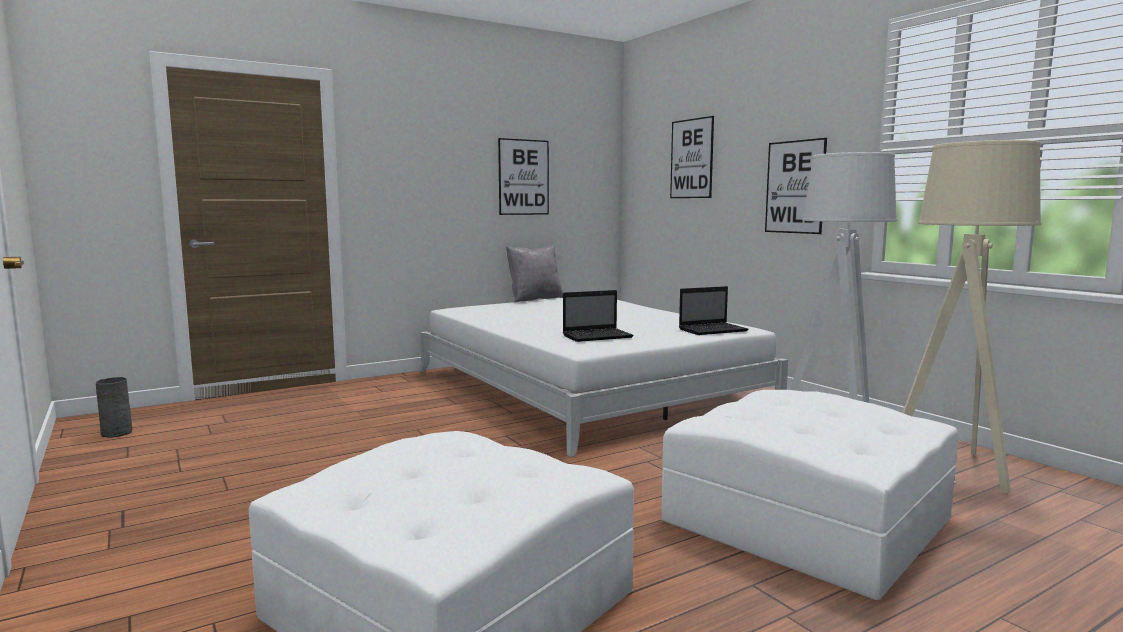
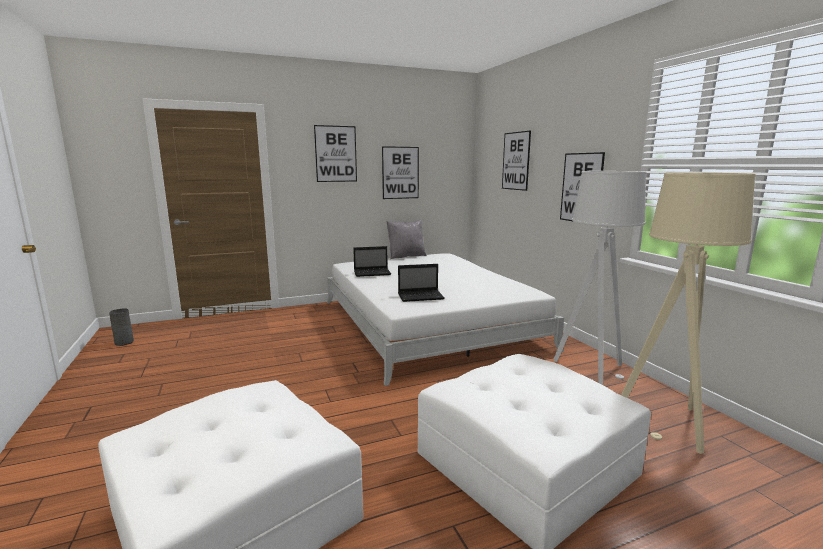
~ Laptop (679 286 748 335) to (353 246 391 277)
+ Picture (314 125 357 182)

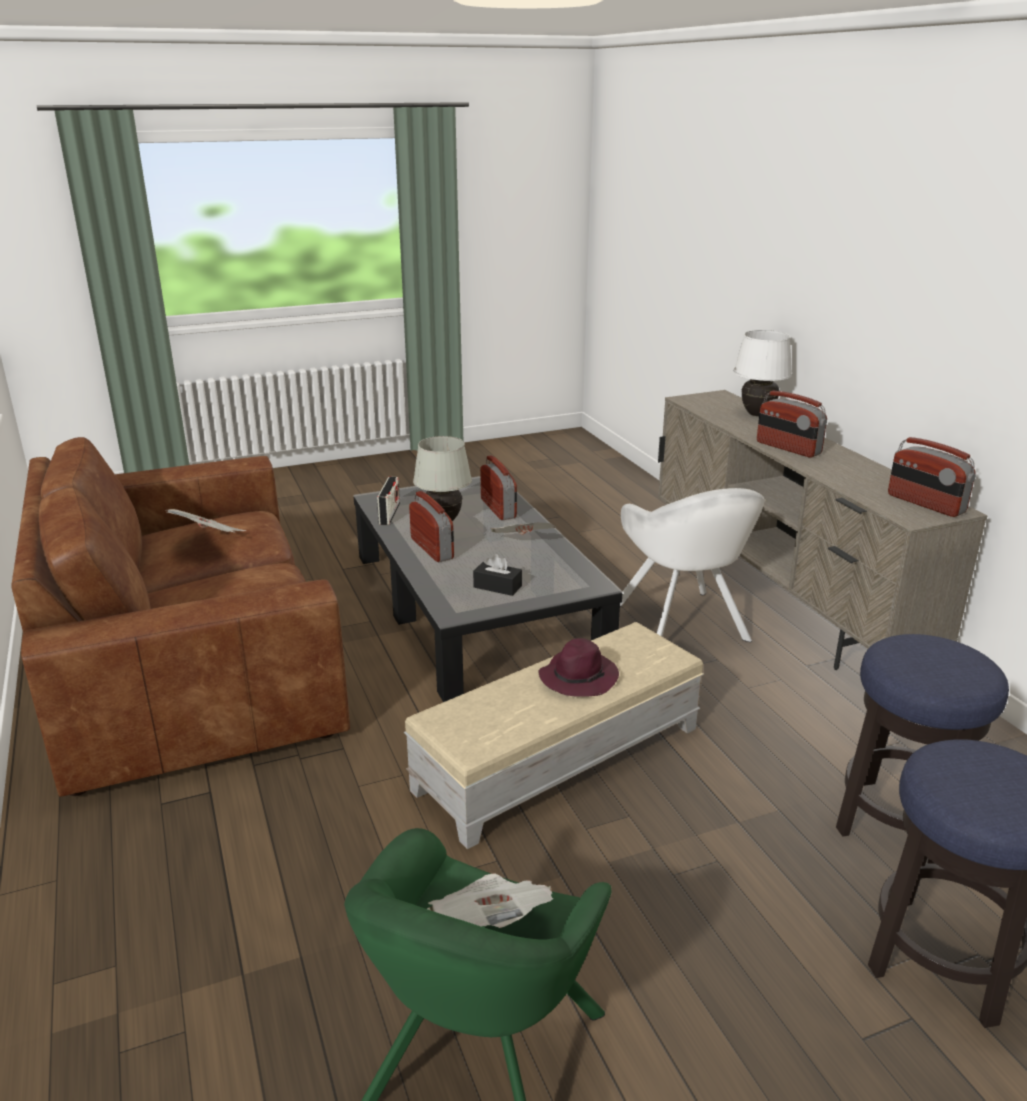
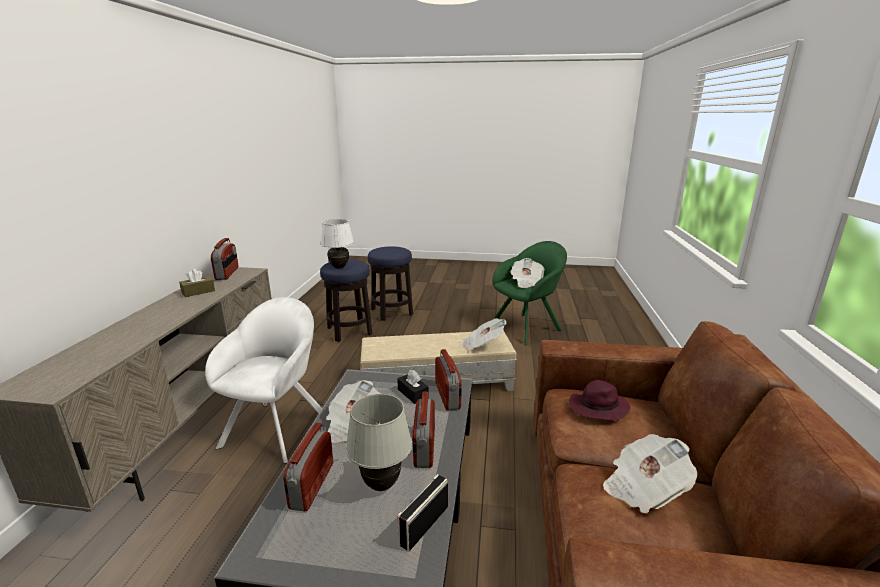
~ PurpleHat (539 638 619 697) to (569 380 630 421)
~ WhiteTableLamp (733 330 792 416) to (320 219 354 268)
~ Radio (757 391 827 458) to (435 349 462 411)
+ BrownTissueBox (179 269 215 297)
+ Newspaper (460 318 507 350)

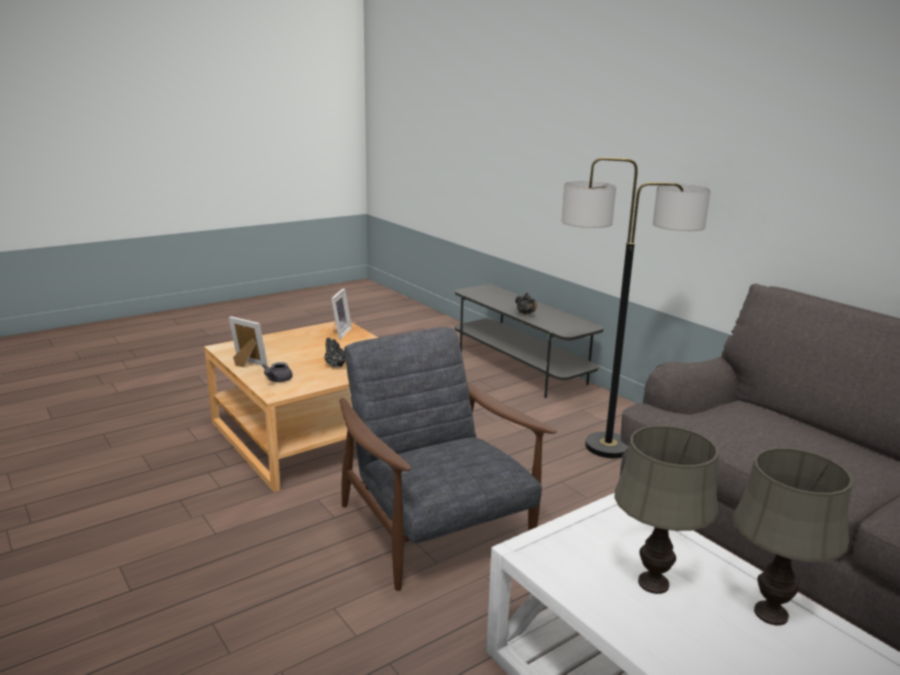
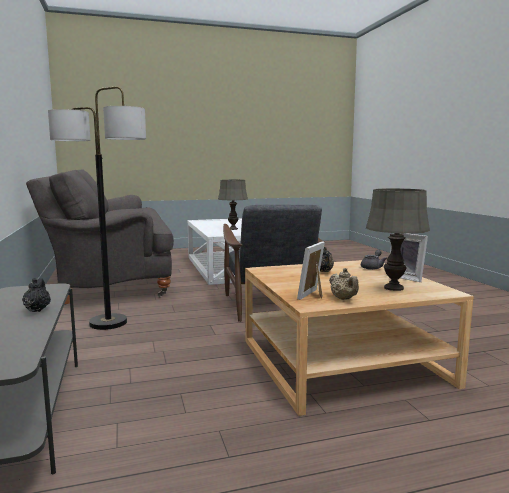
~ GreyTableLamp (733 448 853 625) to (366 189 430 291)
+ BeigeTeapot (329 268 359 300)

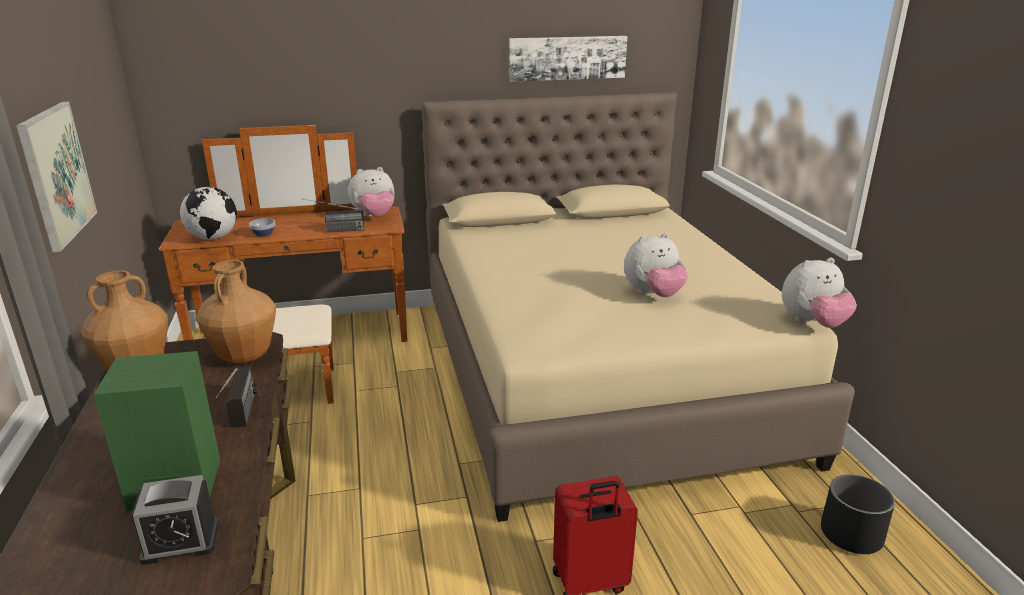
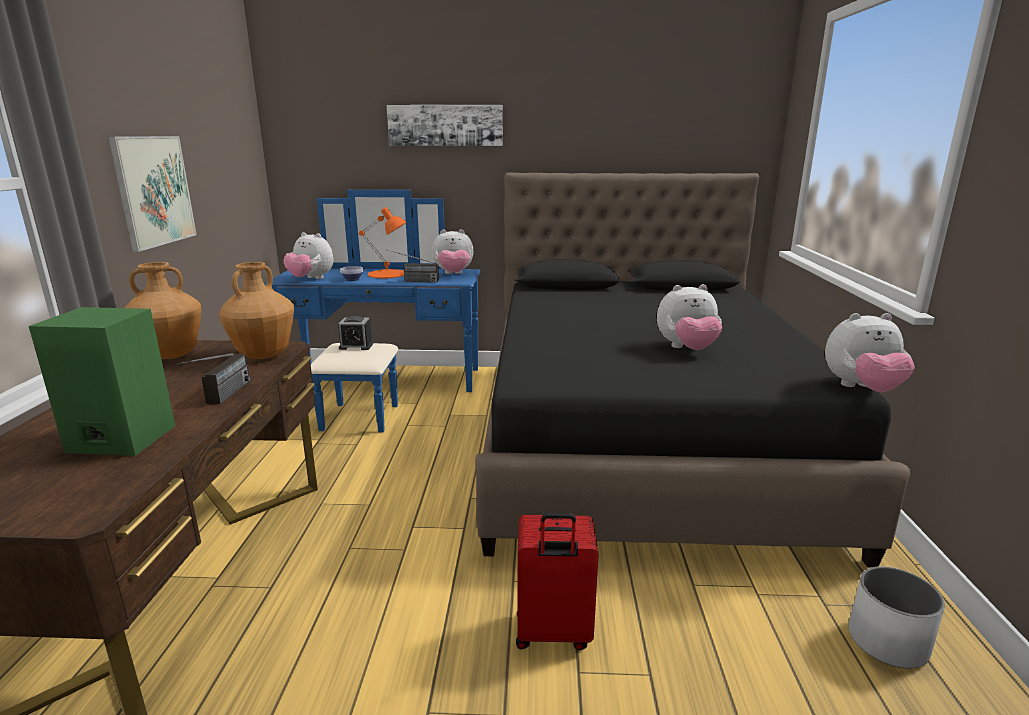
~ AlarmClock (131 475 219 565) to (338 316 374 350)
~ BrownDresser (159 125 407 404) to BlueDresser (265 190 480 432)
~ Globe (180 187 237 240) to PlushToy (283 232 334 279)
~ BeigeBed (421 92 855 522) to BlackBed (475 173 910 567)
~ Picture (509 36 628 82) to (387 105 503 146)
~ BlackPlanter (821 474 895 554) to WhitePlanter (849 566 945 669)
+ OrangeTableLamp (359 207 406 279)

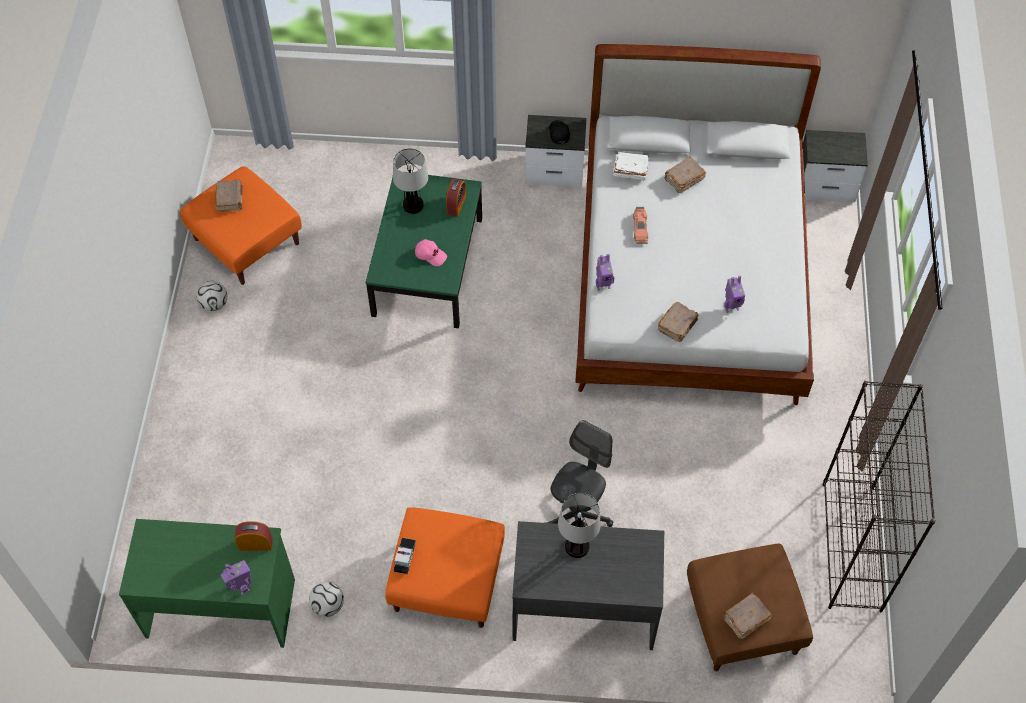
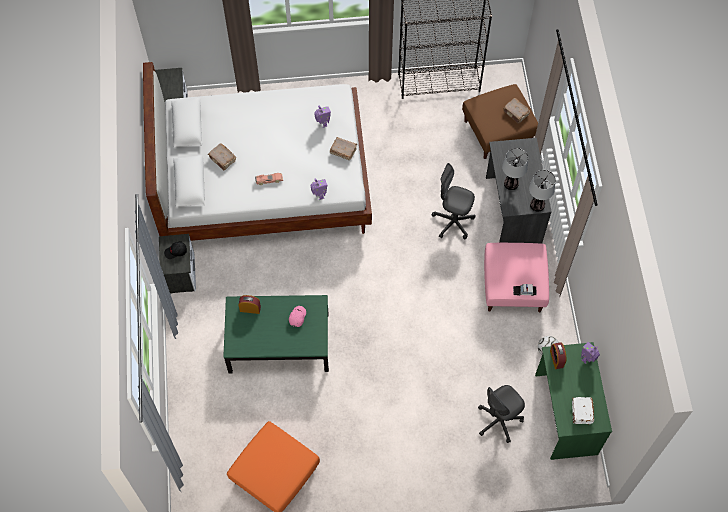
- Football (196 281 227 311)
- BrownBook (215 179 243 212)
~ OrangeOttoman (385 507 505 628) to PinkOttoman (484 243 549 313)
~ TableLamp (393 148 428 214) to (529 170 556 212)
~ WhiteBook (613 152 649 181) to (572 397 594 425)
+ GreyOfficeChair (478 385 525 443)

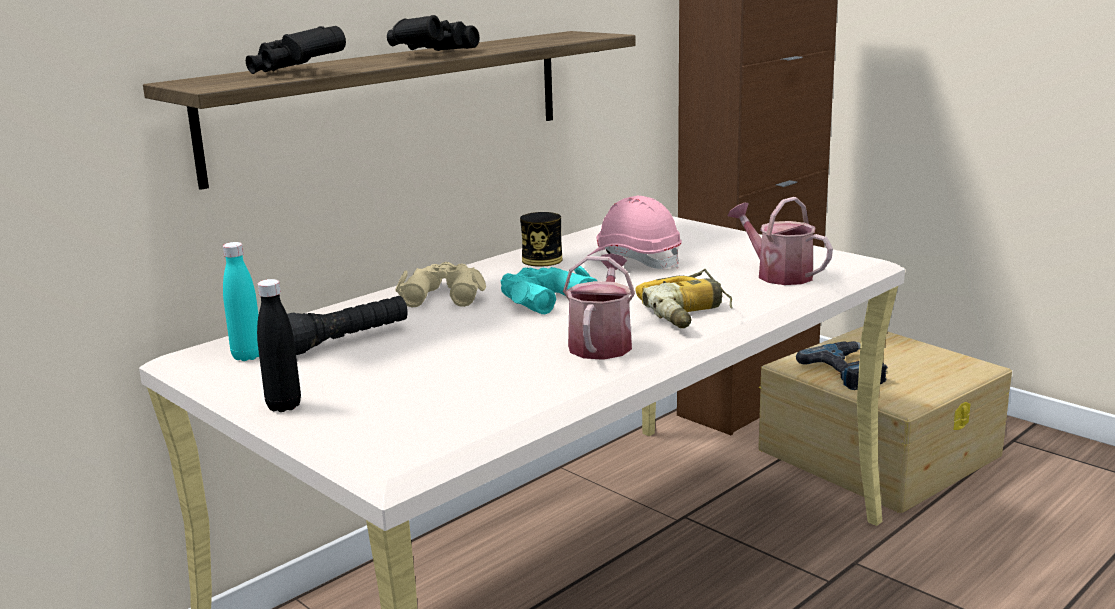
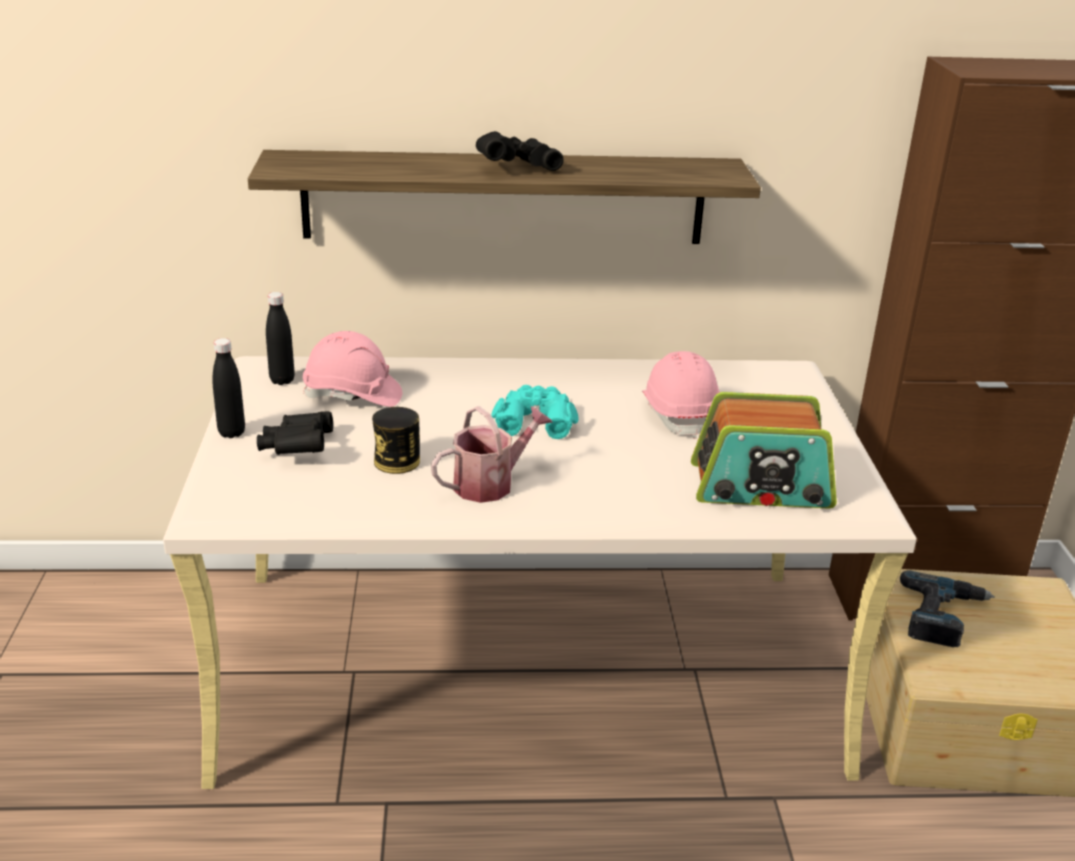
~ TurquoiseBottle (223 242 259 361) to BlackBottle (266 292 295 385)
~ BlackBinoculars (246 26 346 74) to (257 411 333 455)
~ BlackFlashlight (287 296 408 355) to PinkHardHat (303 331 402 407)
- BeigeBinoculars (395 262 486 307)
~ Can (520 212 563 267) to (372 407 420 474)
- PowerDrill (635 269 733 328)
~ WateringCan (727 197 833 285) to Radio (691 392 837 509)

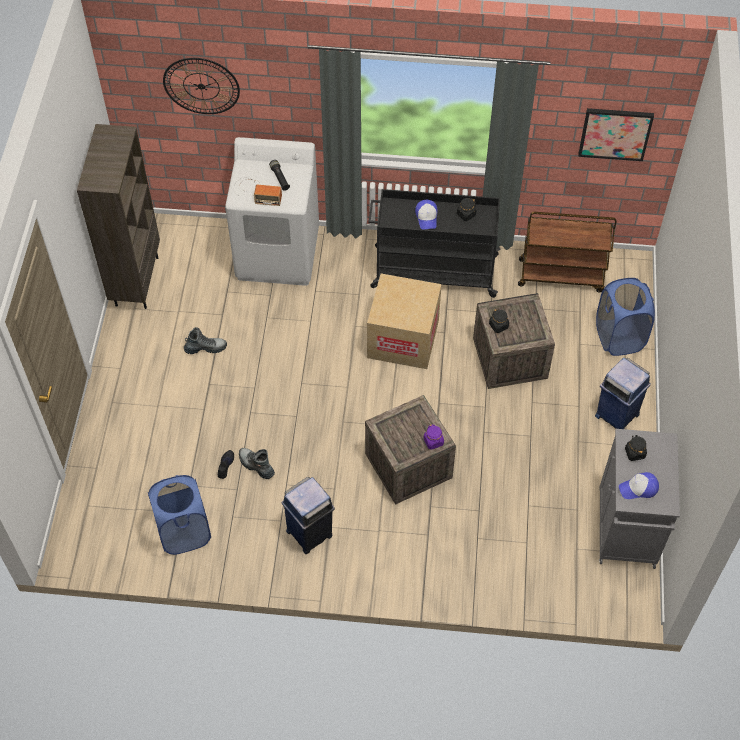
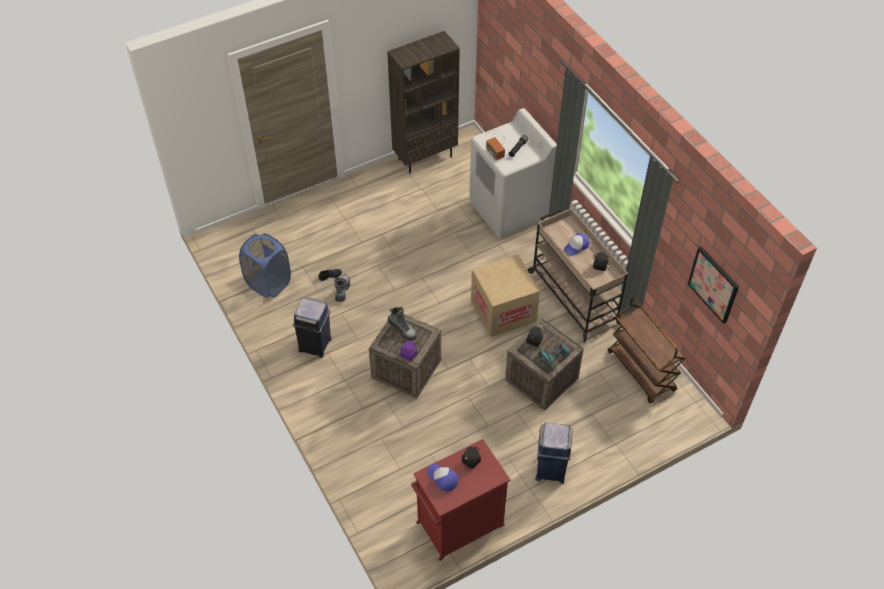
- WallClock (163 58 240 114)
~ Boot (184 327 227 354) to (388 307 417 340)
~ BlackCart (368 189 501 298) to BeigeCart (528 208 628 342)
- BlueLaundryBasket (596 278 655 356)
~ GreyCabinet (599 429 680 569) to RedCabinet (411 439 510 561)
+ PowerDrill (538 343 569 372)

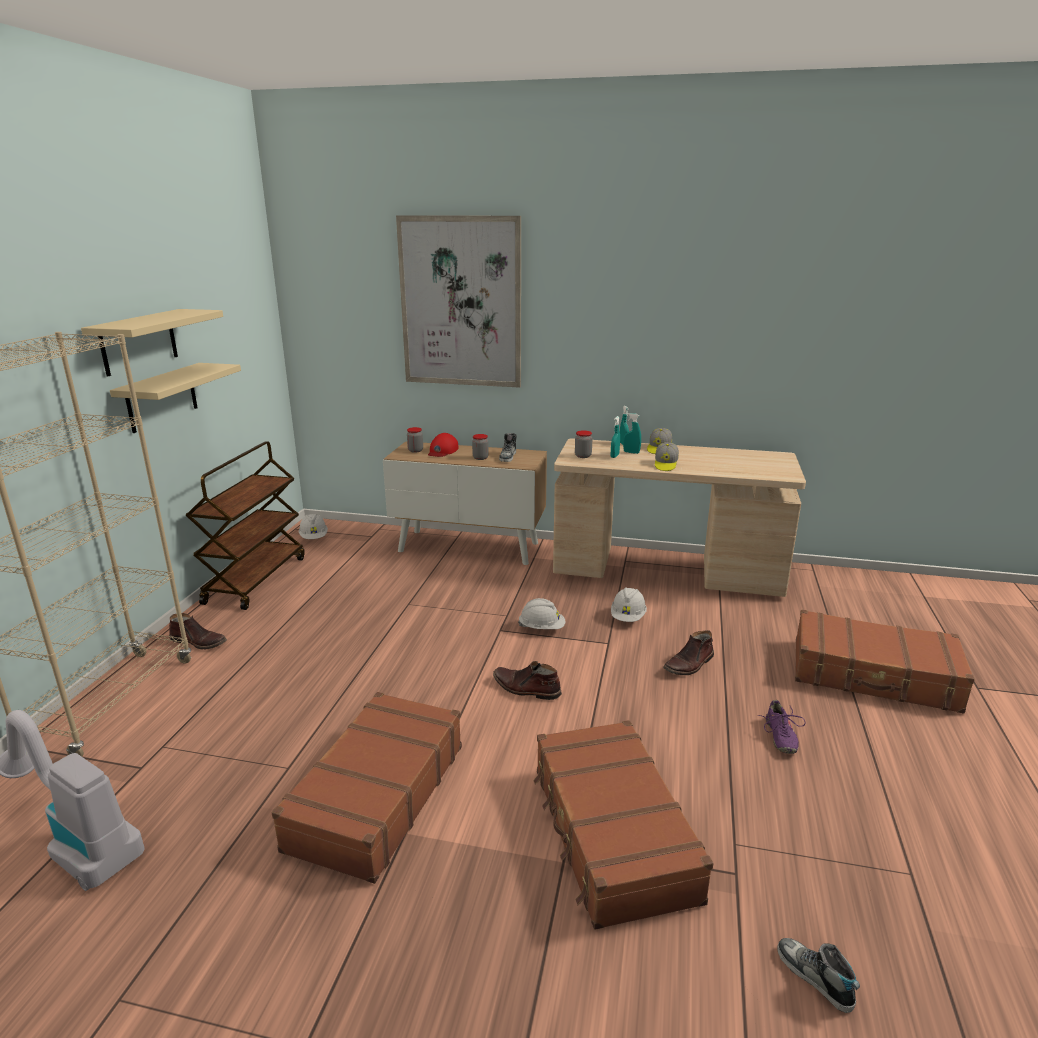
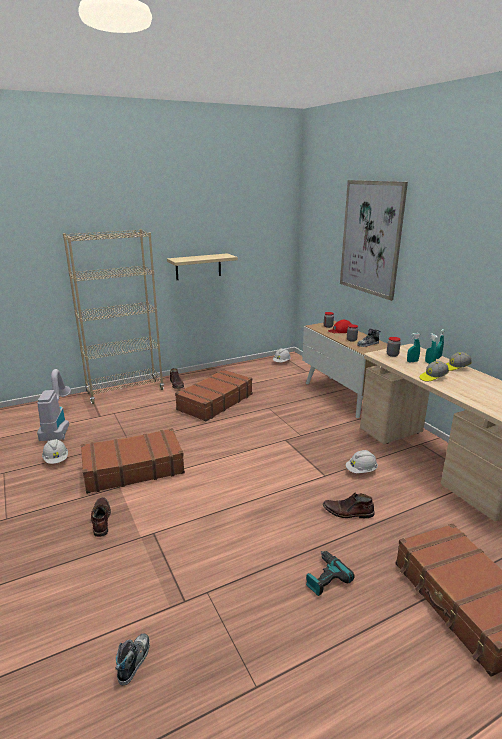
- BeigeShelf (81 309 223 377)
- BrownCart (186 441 305 610)
~ BrownBoot (493 661 562 700) to (91 497 111 537)
~ WhiteHardHat (518 598 565 629) to (42 439 68 464)
~ BrownSuitcase (533 720 714 930) to (175 369 252 421)
~ PurpleShoe (758 700 806 754) to PowerDrill (306 551 355 596)

